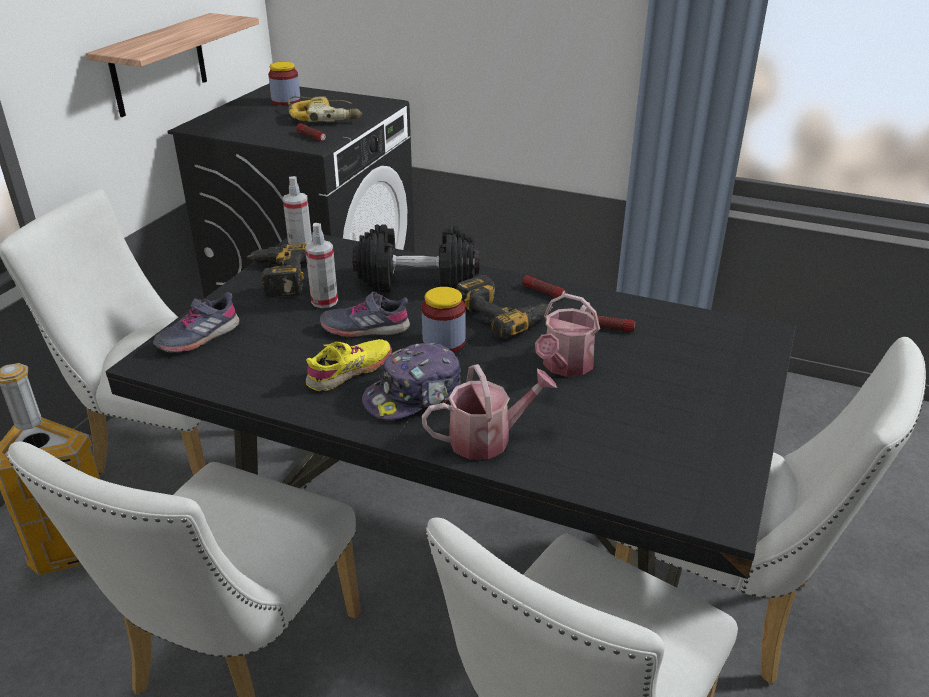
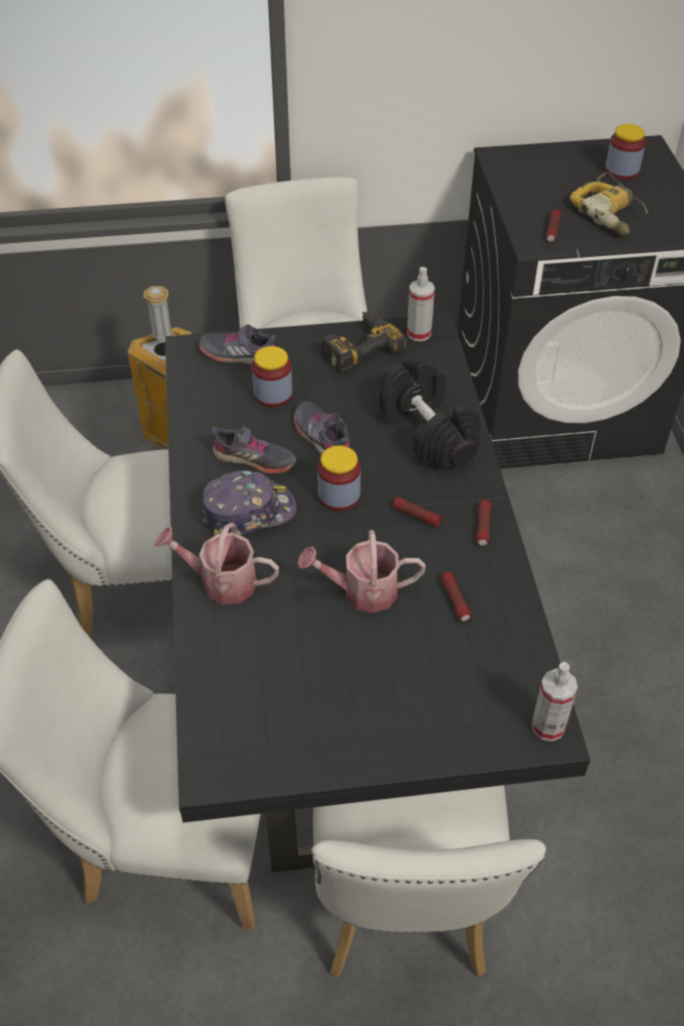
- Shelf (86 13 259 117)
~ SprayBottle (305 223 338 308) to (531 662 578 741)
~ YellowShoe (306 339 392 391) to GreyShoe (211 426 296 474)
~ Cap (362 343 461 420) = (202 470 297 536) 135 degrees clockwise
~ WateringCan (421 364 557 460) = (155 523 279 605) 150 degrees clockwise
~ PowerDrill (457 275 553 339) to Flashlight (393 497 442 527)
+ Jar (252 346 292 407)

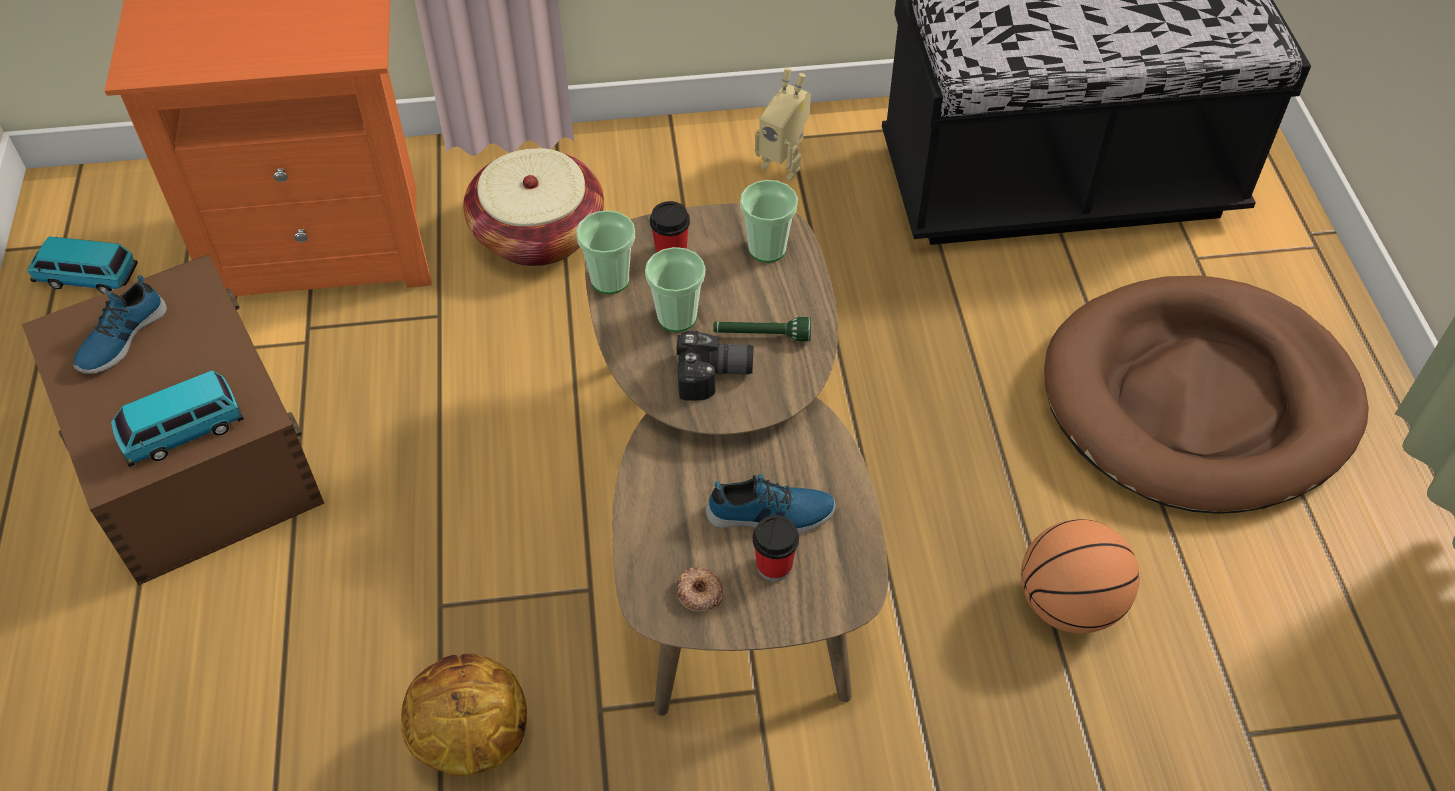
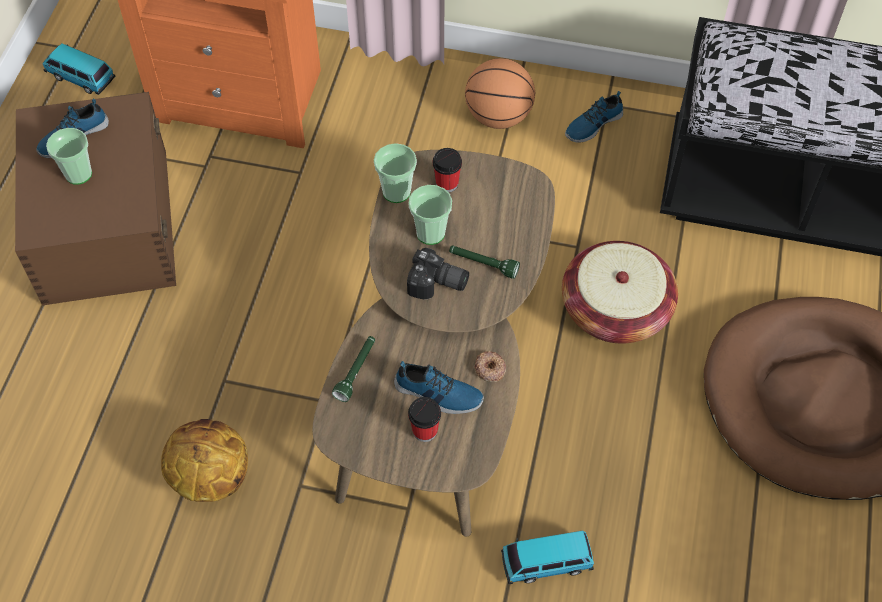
~ ToyCar (111 370 244 467) to (501 531 594 584)
~ Basket (463 148 604 266) to (562 241 678 344)
~ Donut (676 567 723 612) to (474 351 506 382)
~ Cup (740 180 798 263) to (46 128 92 185)
~ ToyRobot (755 67 811 181) to Shoe (565 91 623 143)
~ Basketball (1021 519 1140 633) to (465 58 535 129)
+ GreenFlashlight (332 336 375 402)

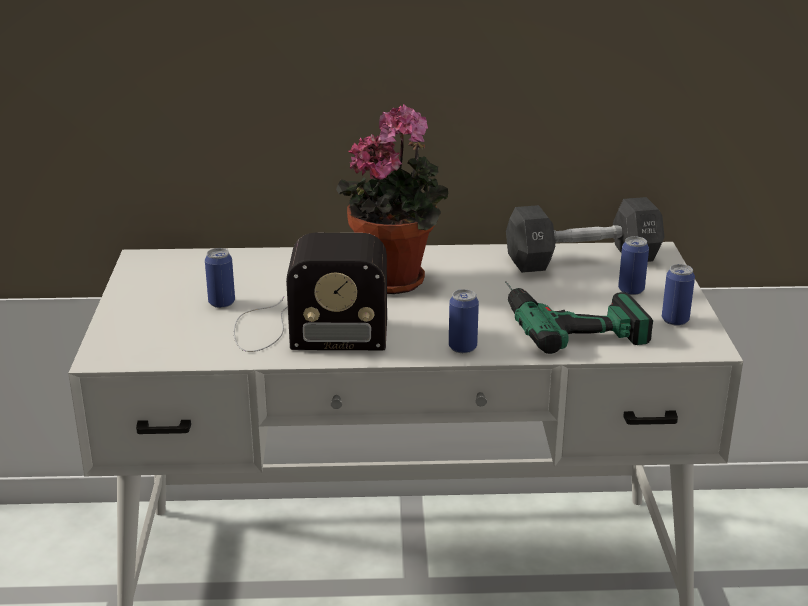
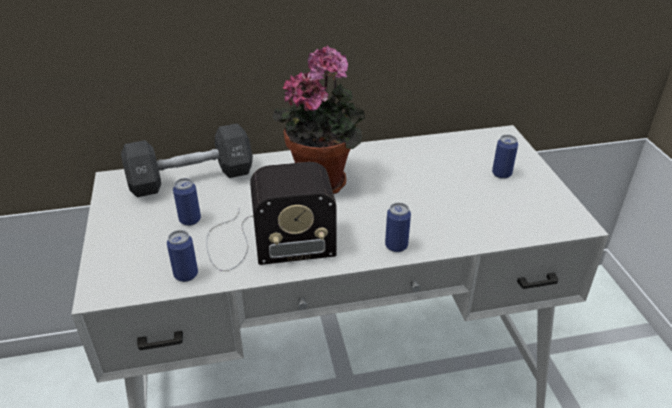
- PowerDrill (505 281 653 354)
~ BlackDumbbell (506 197 665 273) to (121 123 253 198)
~ Can (662 264 695 326) to (167 230 198 282)

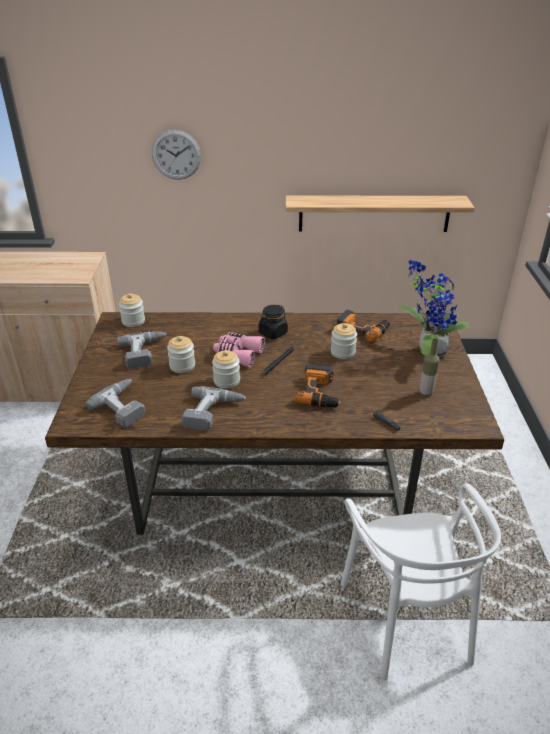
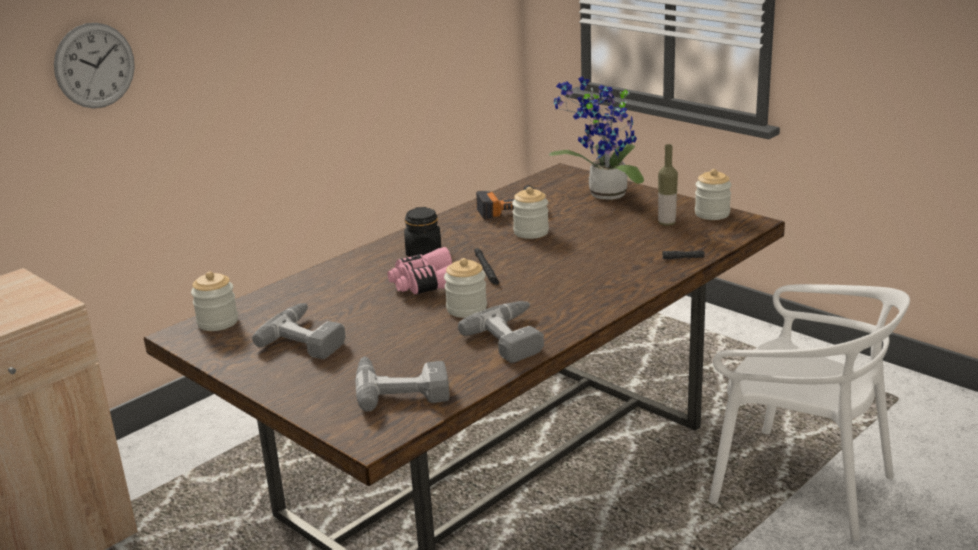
~ Jar (167 336 195 373) to (695 169 732 220)
- Shelf (285 195 475 232)
- PowerDrill (294 364 341 407)

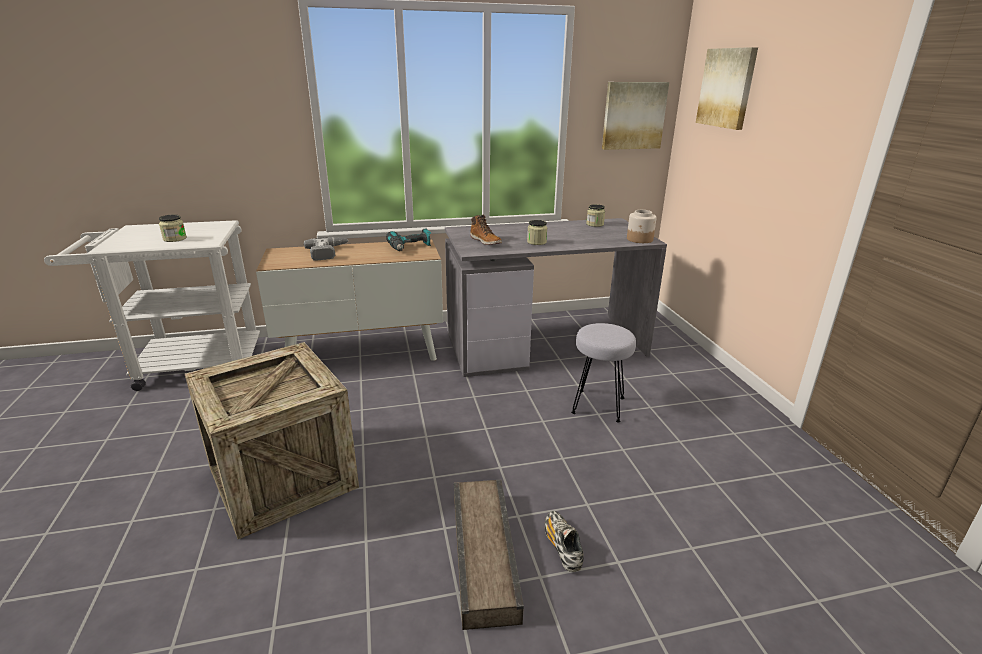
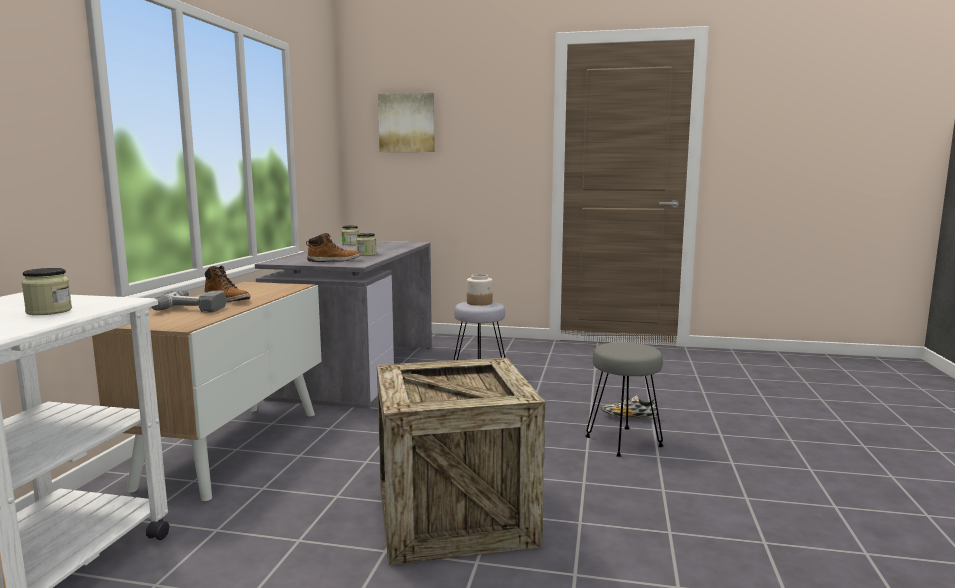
- PowerDrill (386 229 432 251)
~ Crate (454 480 524 630) to GreyStool (585 342 663 457)
- Picture (602 82 669 150)
~ Jar (627 210 657 243) to (467 274 493 306)
+ Boot (204 265 250 303)

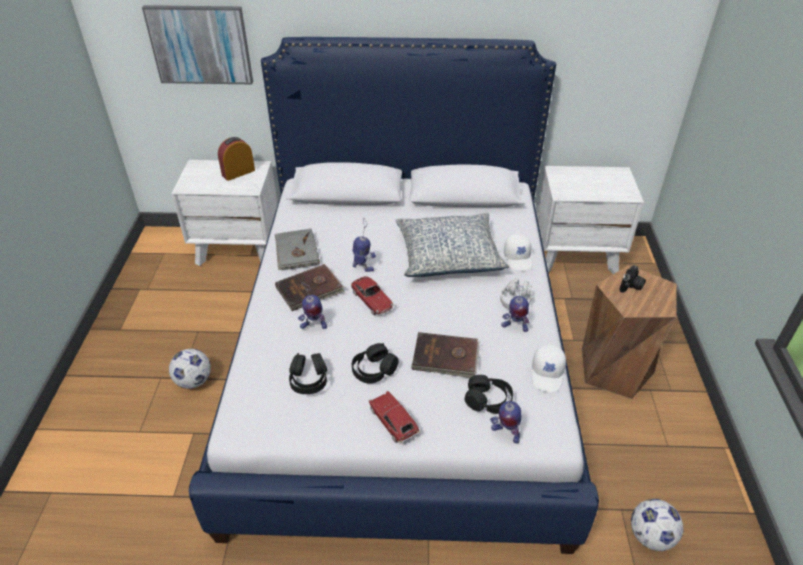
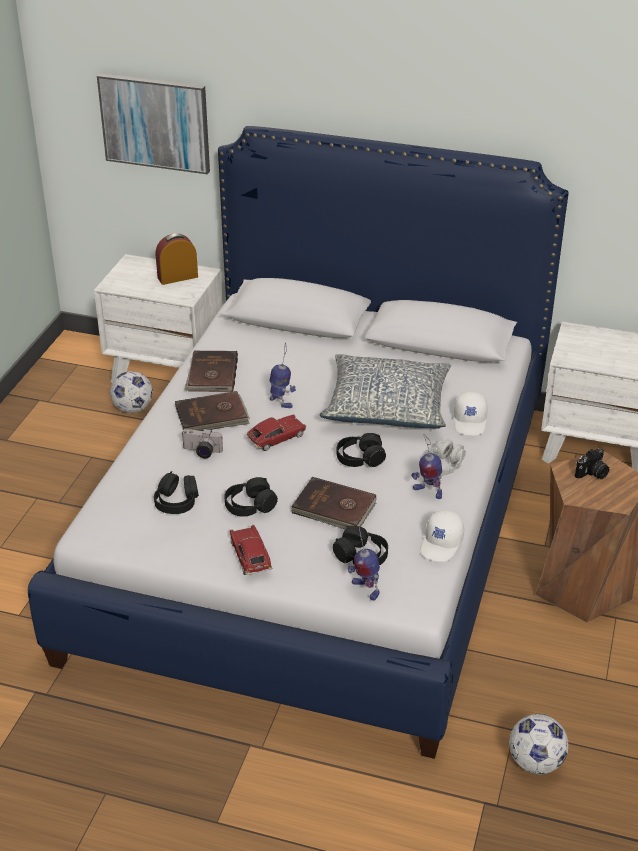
~ Football (169 349 211 389) to (110 371 153 413)
~ GreyBook (275 228 320 270) to BrownBook (184 351 238 392)
~ ToyRobot (298 282 327 329) to PhotoCamera (182 428 223 458)
~ ToyCar (351 276 394 315) = (246 415 307 451) 105 degrees counterclockwise
+ BlackHeadphones (337 433 386 467)

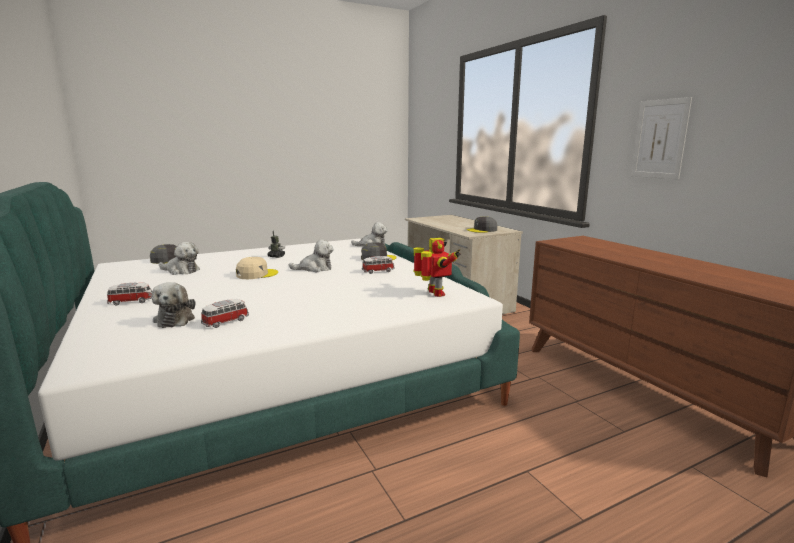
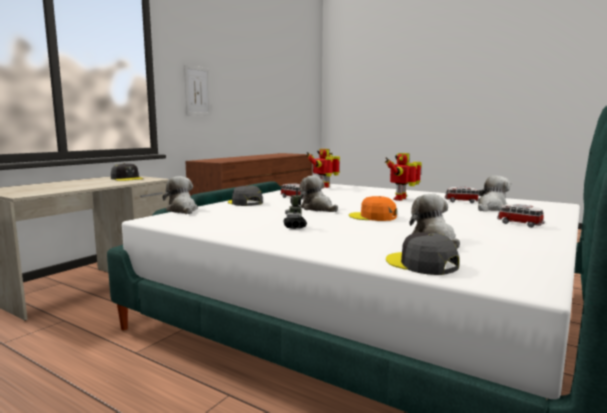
~ BeigeCap (236 257 278 279) to OrangeCap (349 196 397 221)
+ ToyRobot (385 153 422 201)

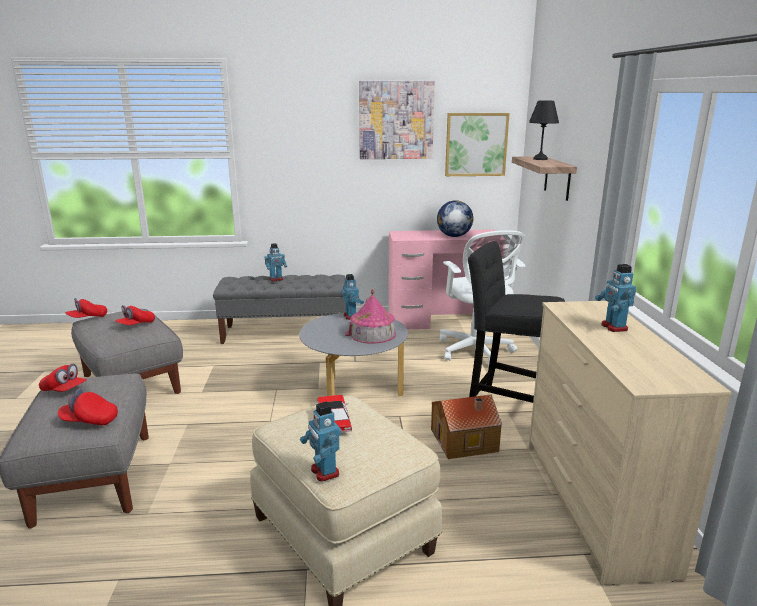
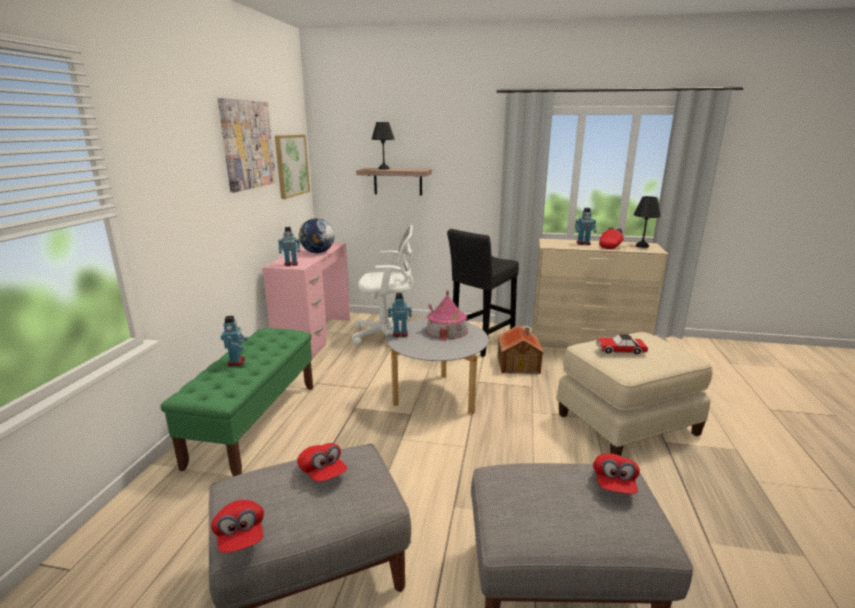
~ RedCap (39 364 87 392) to (599 227 624 249)
~ GreyBench (213 275 346 344) to GreenBench (160 328 313 476)
~ ToyRobot (300 401 341 482) to (278 227 300 266)
+ BlackTableLamp (633 196 661 248)

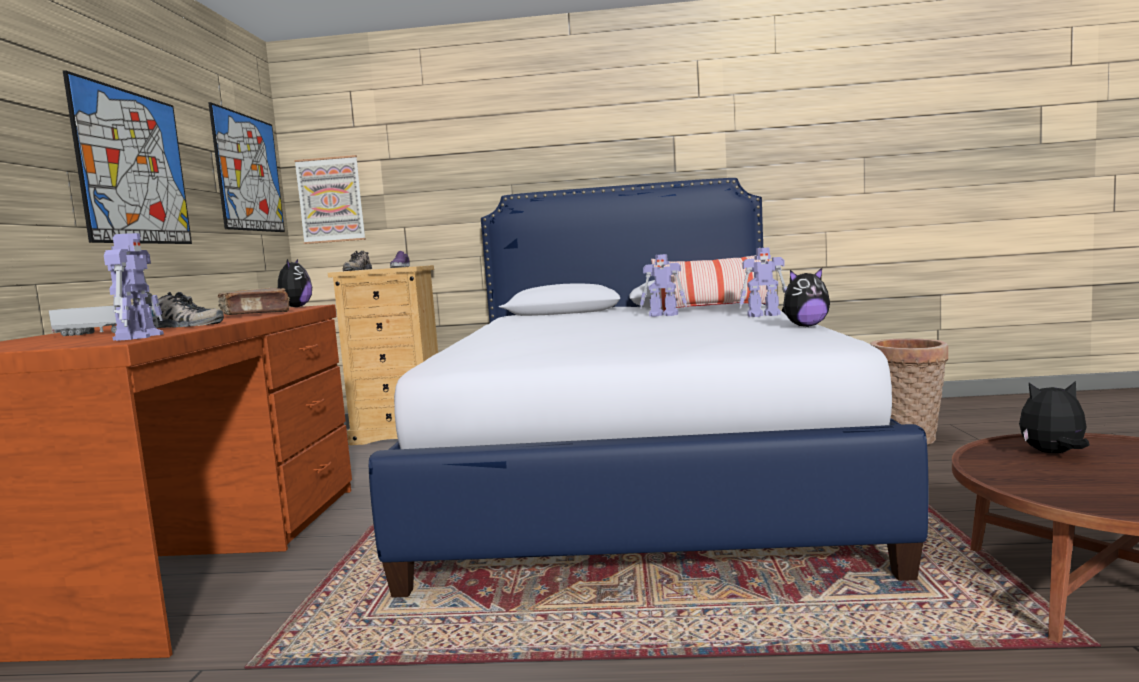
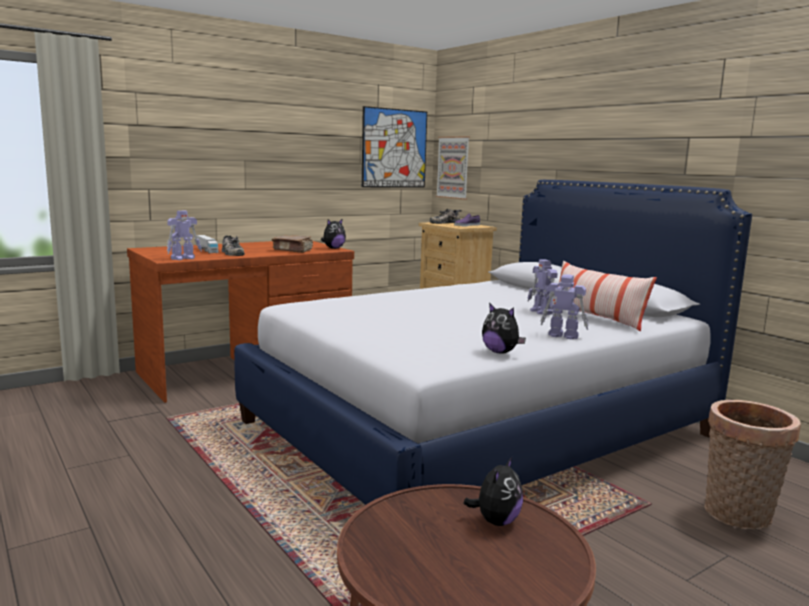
- Picture (63 70 192 244)
~ ToyRobot (739 247 787 317) = (541 274 589 339) 150 degrees clockwise
~ PlushToy (1019 381 1090 453) = (464 457 523 526) 60 degrees clockwise

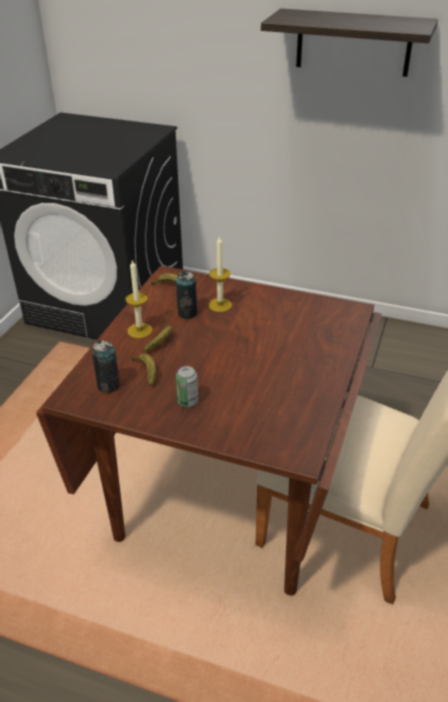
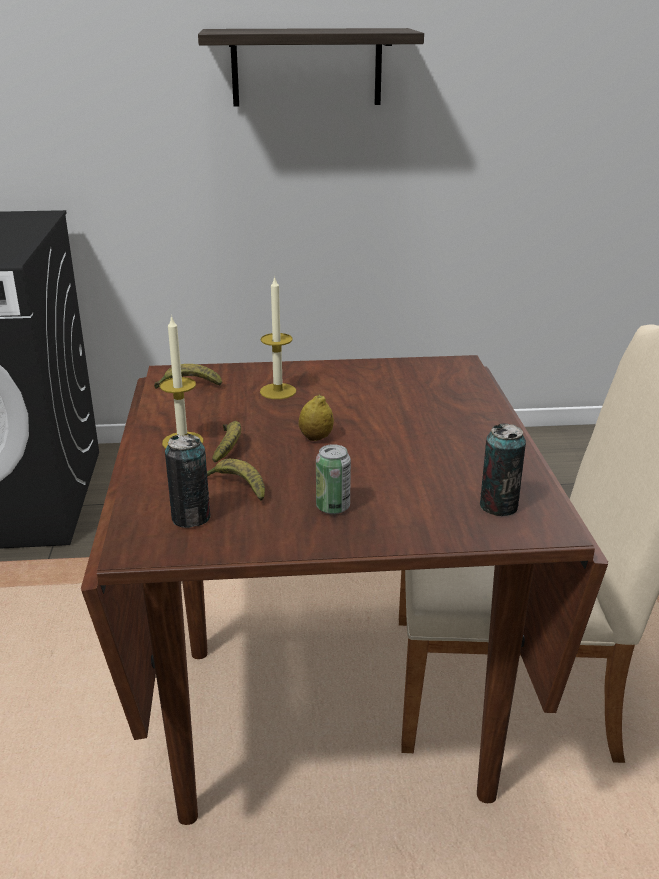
~ Can (176 271 197 319) to (480 423 526 516)
+ Lemon (299 394 334 441)

